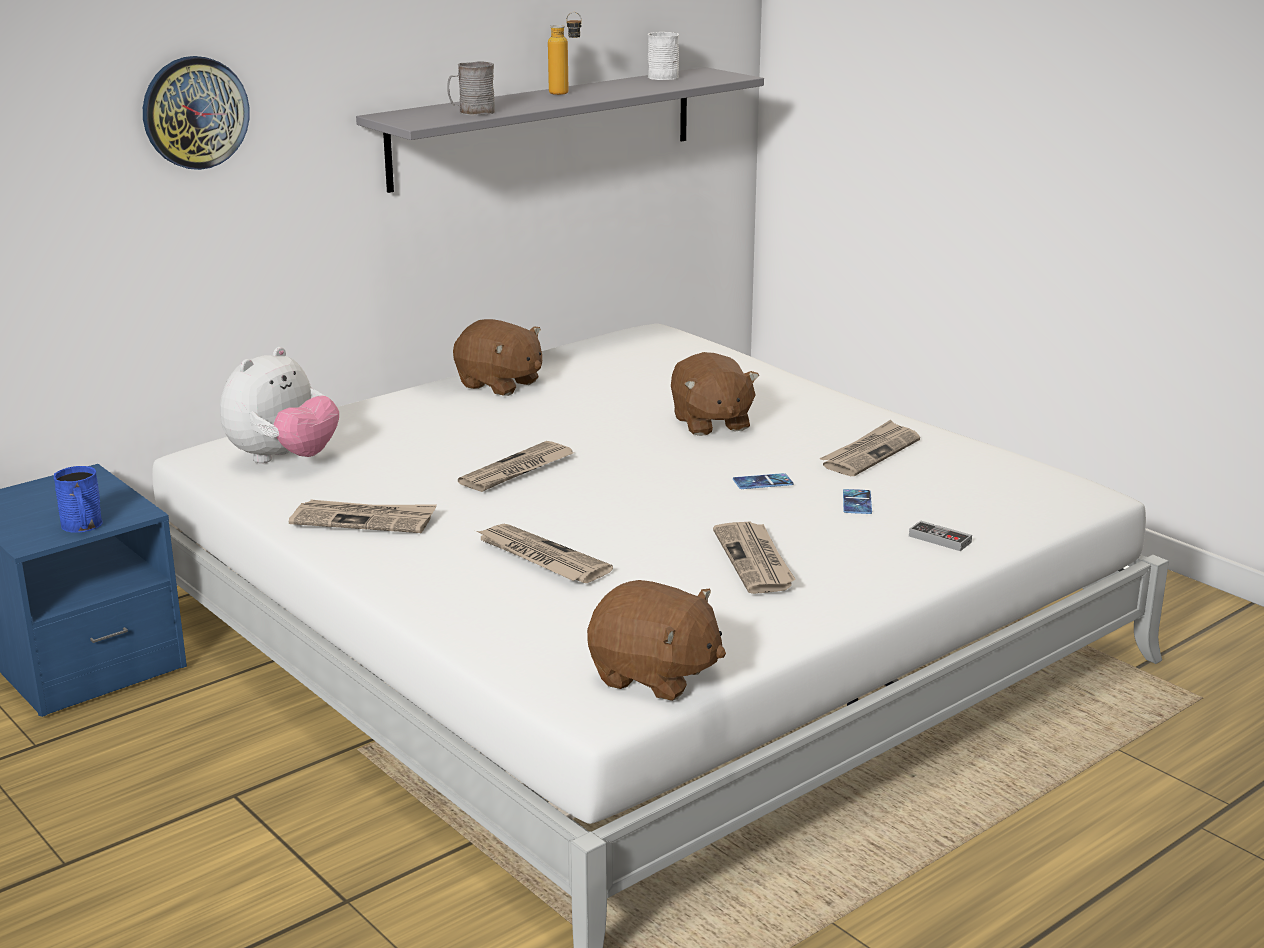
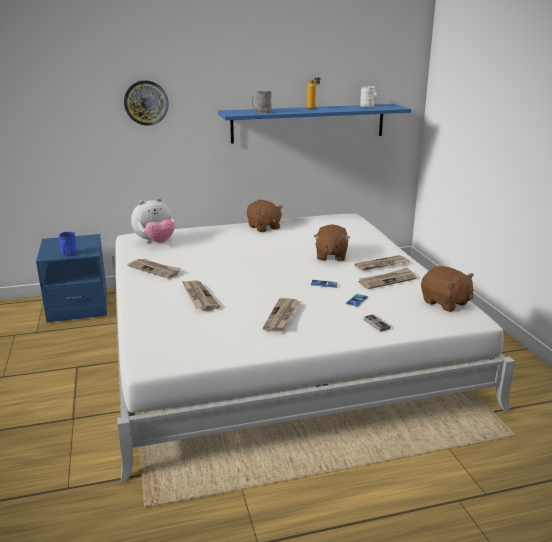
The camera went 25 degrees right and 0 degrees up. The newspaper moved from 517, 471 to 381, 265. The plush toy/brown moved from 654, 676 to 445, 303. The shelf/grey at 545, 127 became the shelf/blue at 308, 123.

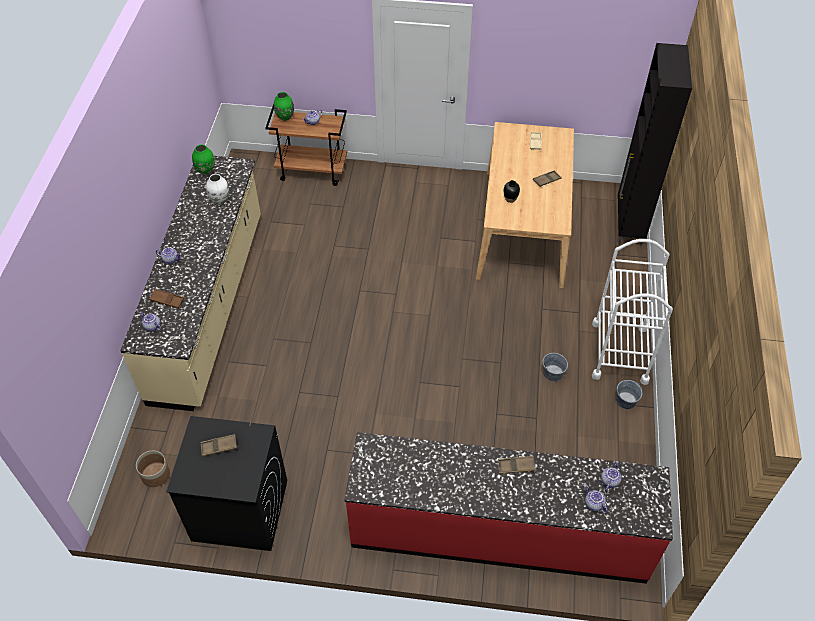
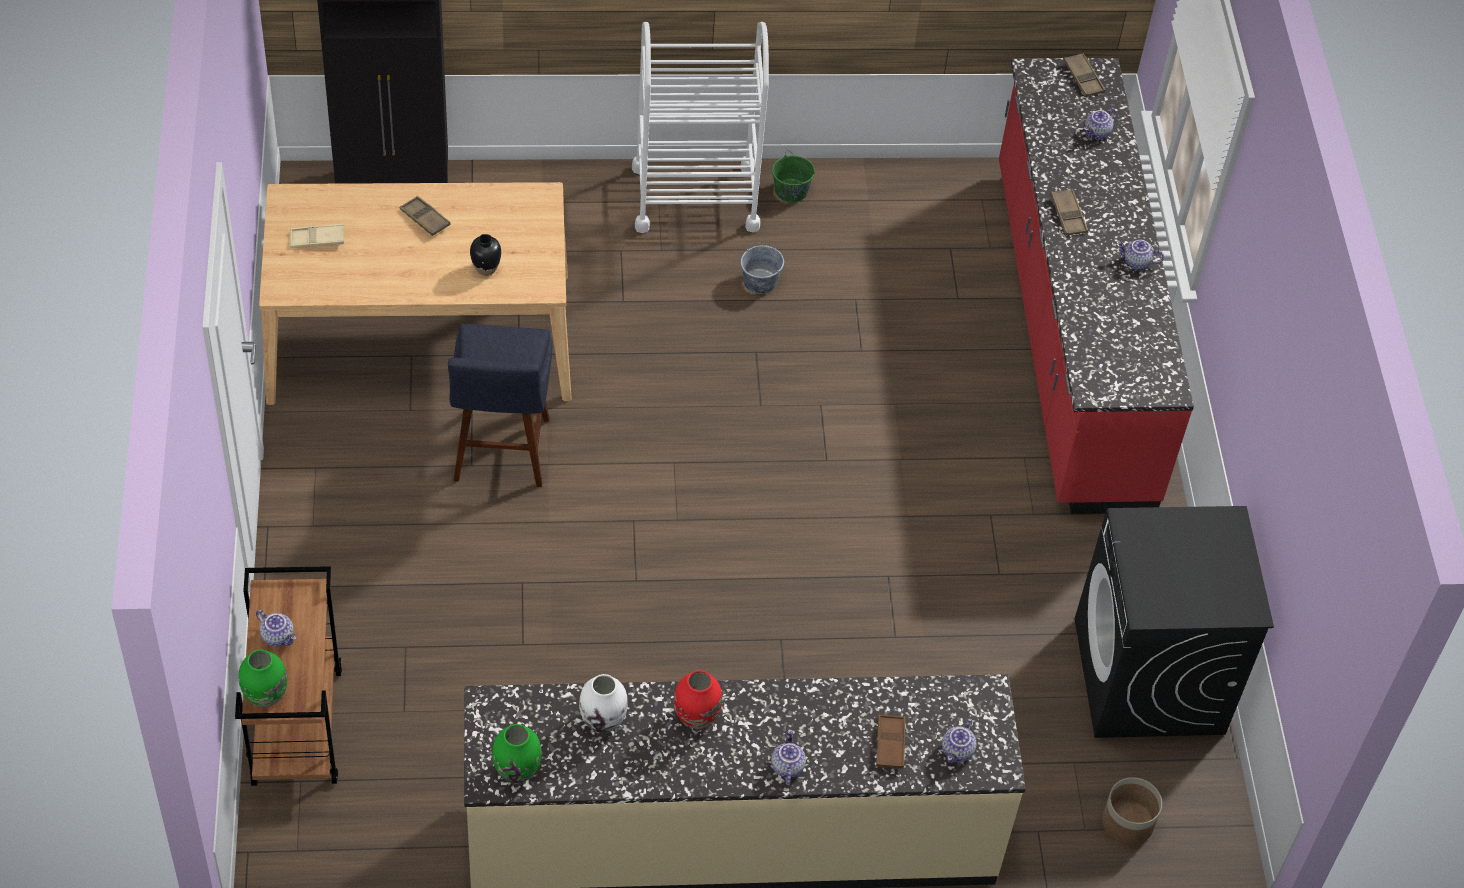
The camera went 105 degrees left and 0 degrees up. The stool/blue at 501, 455 appeared. The vase/red at 696, 717 appeared. The tray/brown moved from 219, 447 to 1083, 78. The teapot moved from 609, 480 to 1136, 262. The bucket/grey at 625, 400 became the bucket/green at 791, 191.

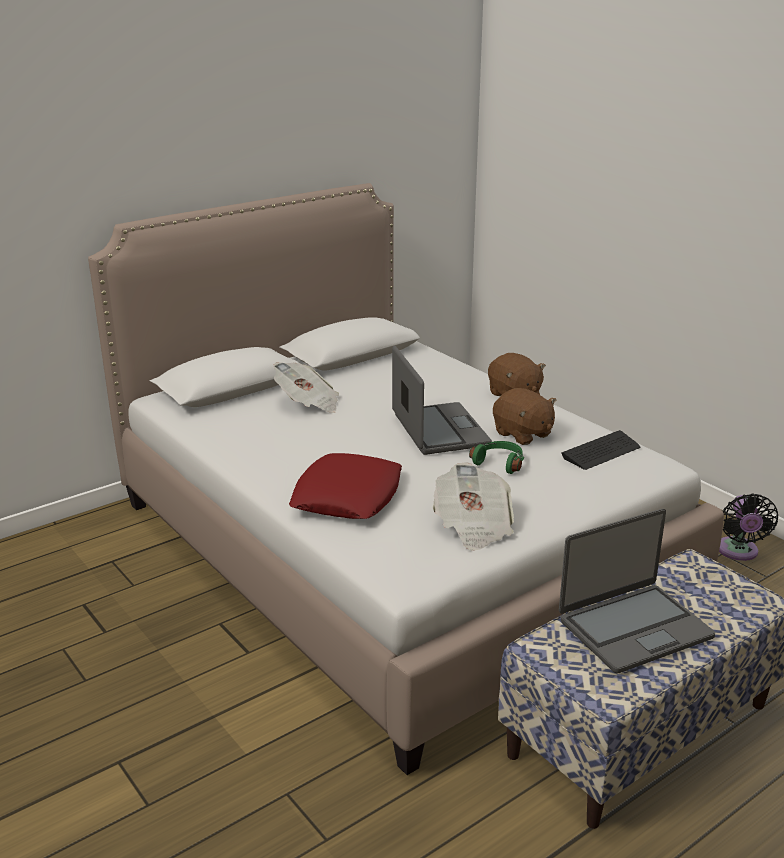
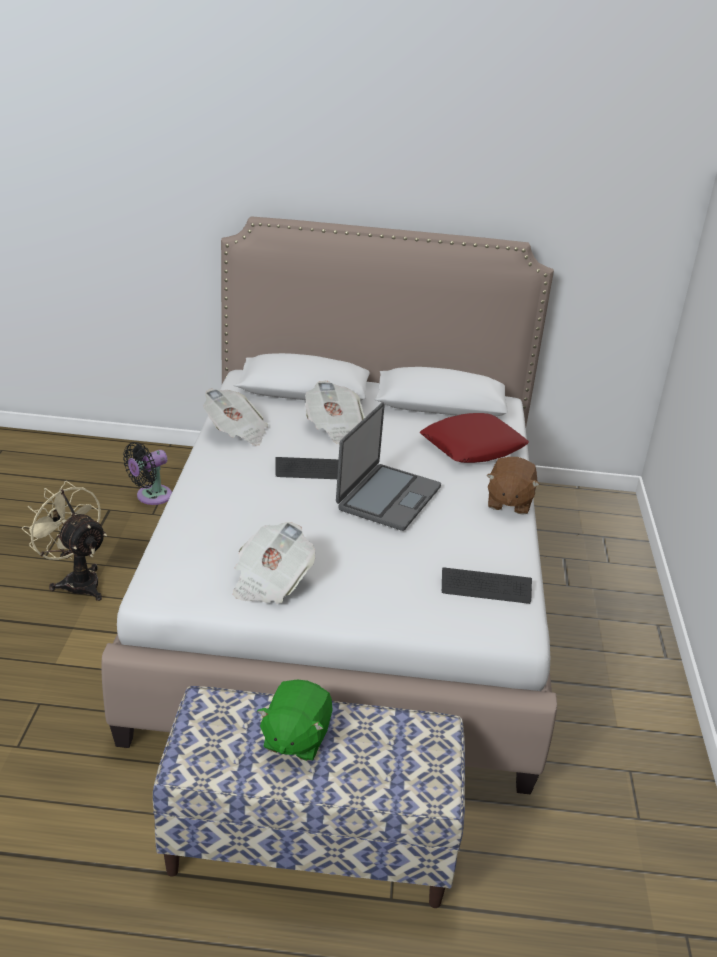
The camera went 40 degrees right and 5 degrees up. The headphones/green at 500, 463 disappeared. The plush toy/brown at 522, 434 disappeared. The fan/beige at 76, 581 appeared. The newspaper at 236, 432 appeared. The keyboard at 313, 470 appeared. The pillow/red moved from 347, 496 to 473, 446. The fan/black moved from 738, 552 to 150, 496. The laptop at 634, 628 was replaced by the plush toy/green at 295, 738.

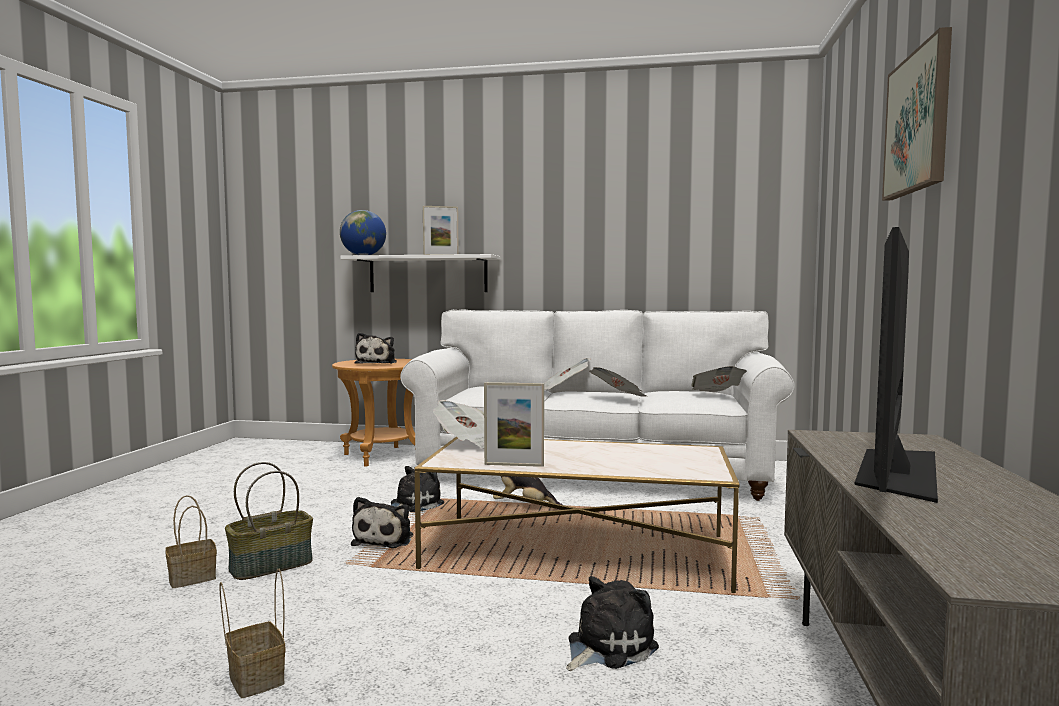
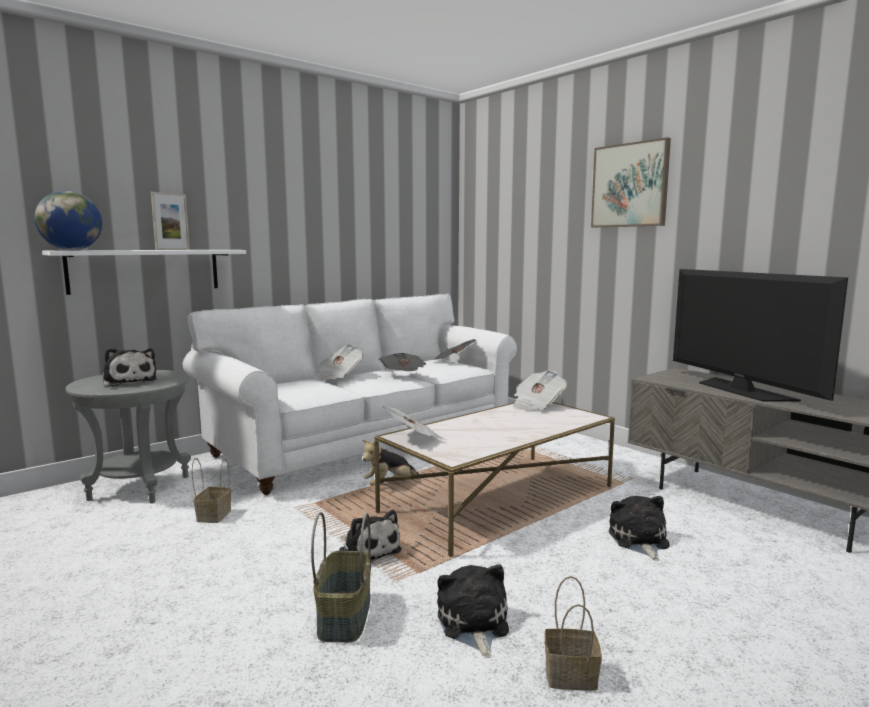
The camera went 50 degrees left and 5 degrees up. The picture frame at 514, 465 disappeared. The newspaper at 536, 405 appeared. The basket moved from 193, 577 to 214, 515. The plush toy moved from 413, 504 to 473, 624. The side table/brown at 382, 456 became the side table/grey at 140, 488.

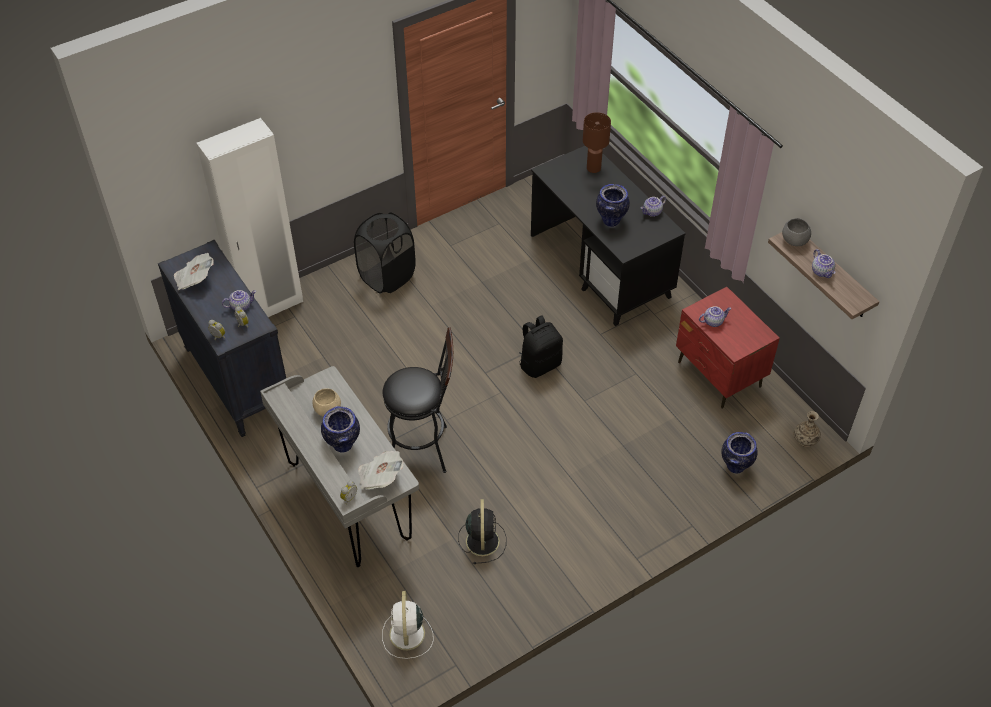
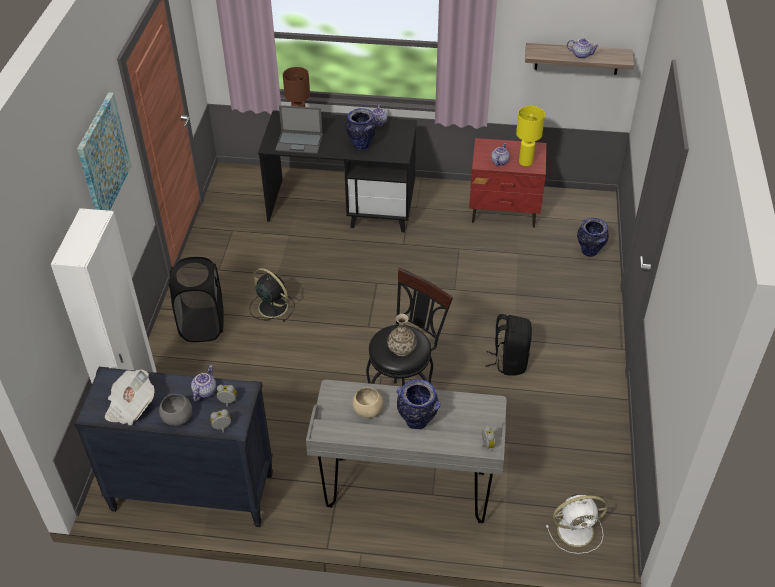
The camera went 50 degrees left and 5 degrees down. The newspaper at 380, 477 disappeared. The picture at 103, 157 appeared. The laptop at 300, 142 appeared. The table lamp/yellow at 526, 162 appeared. The fan/black moved from 482, 540 to 272, 306. The backpack/black moved from 540, 364 to 509, 361. The bowl/grey moved from 794, 240 to 177, 418. The vase moved from 805, 439 to 402, 348. The fan/white at 407, 635 turned 45 degrees counterclockwise.

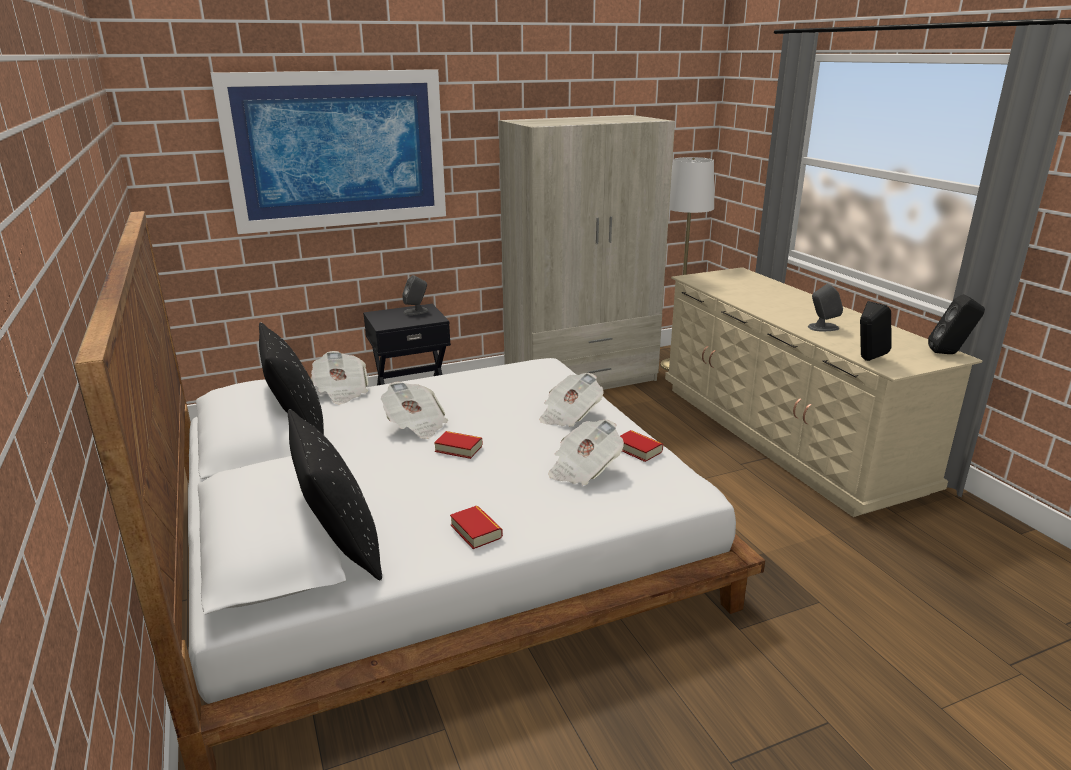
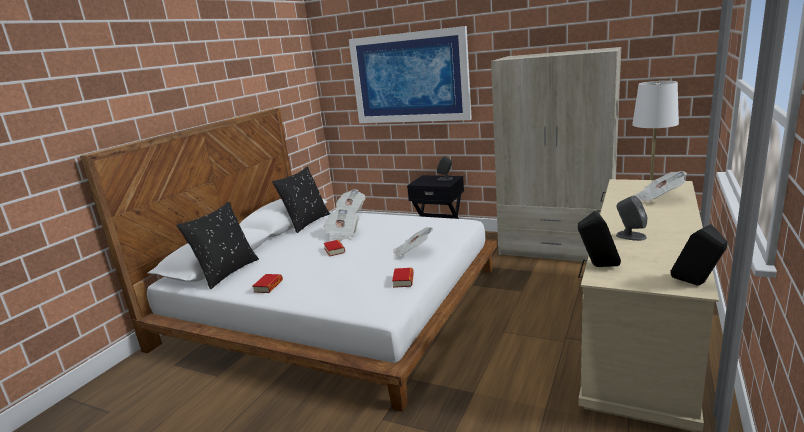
The camera went 50 degrees right and 5 degrees down. The newspaper moved from 583, 469 to 658, 198.

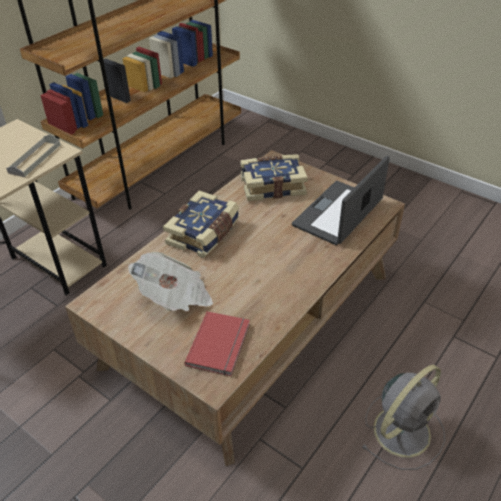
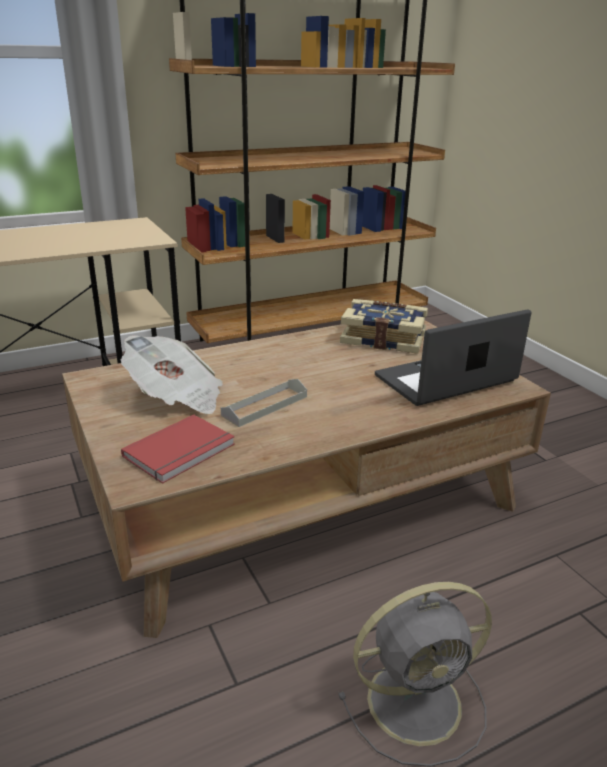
The camera went 25 degrees right and 15 degrees down. The book at 204, 234 disappeared. The tray/grey moved from 35, 158 to 265, 406.

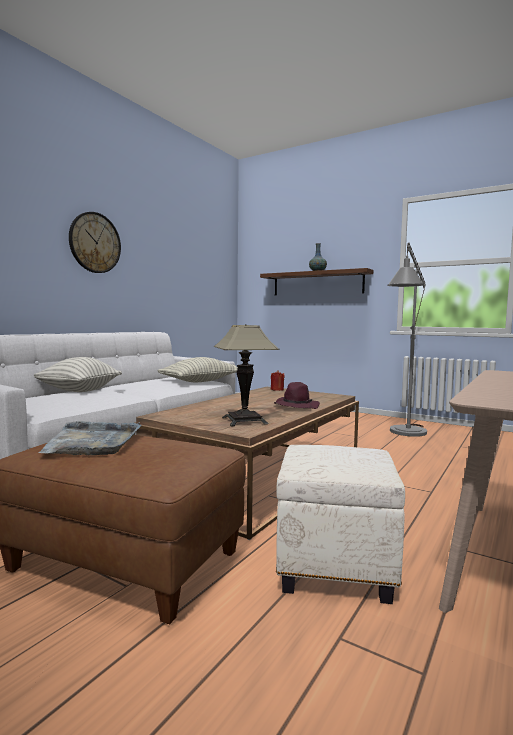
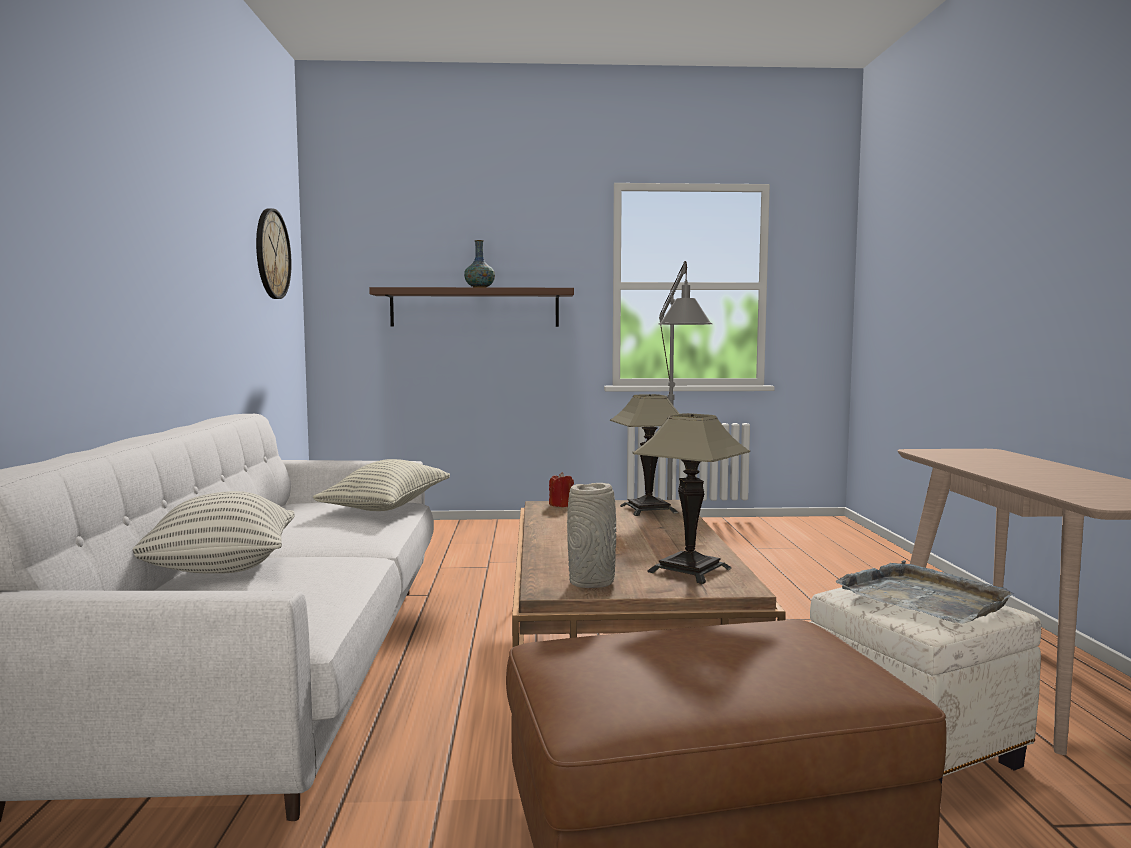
The camera went 35 degrees left and 0 degrees up. The hat/purple at 296, 406 disappeared. The vase/grey at 592, 582 appeared. The table lamp at 648, 509 appeared. The tray/grey moved from 93, 442 to 923, 598. The wall clock moved from 95, 243 to 272, 254.

